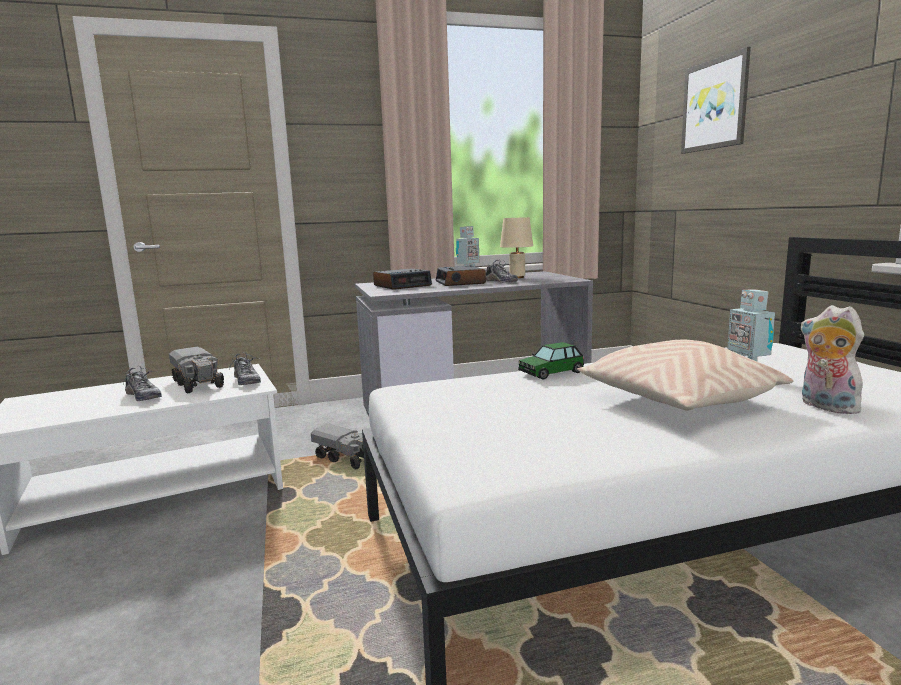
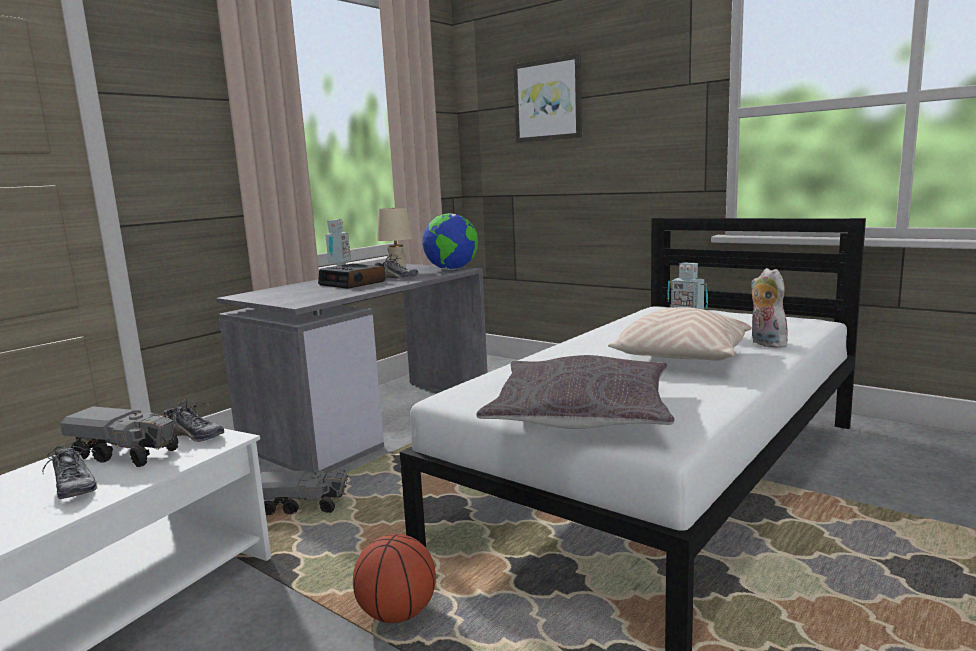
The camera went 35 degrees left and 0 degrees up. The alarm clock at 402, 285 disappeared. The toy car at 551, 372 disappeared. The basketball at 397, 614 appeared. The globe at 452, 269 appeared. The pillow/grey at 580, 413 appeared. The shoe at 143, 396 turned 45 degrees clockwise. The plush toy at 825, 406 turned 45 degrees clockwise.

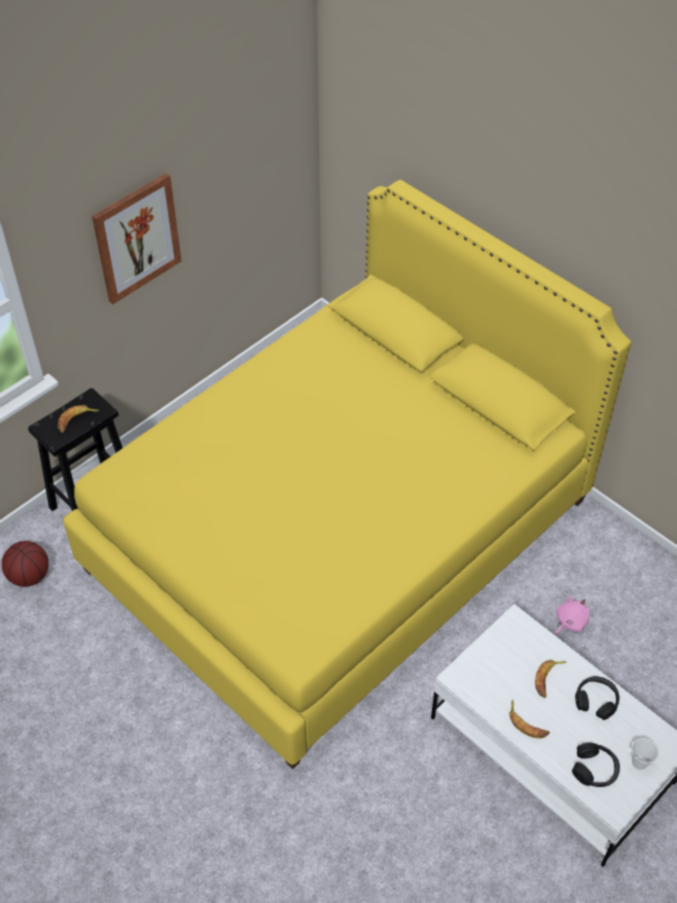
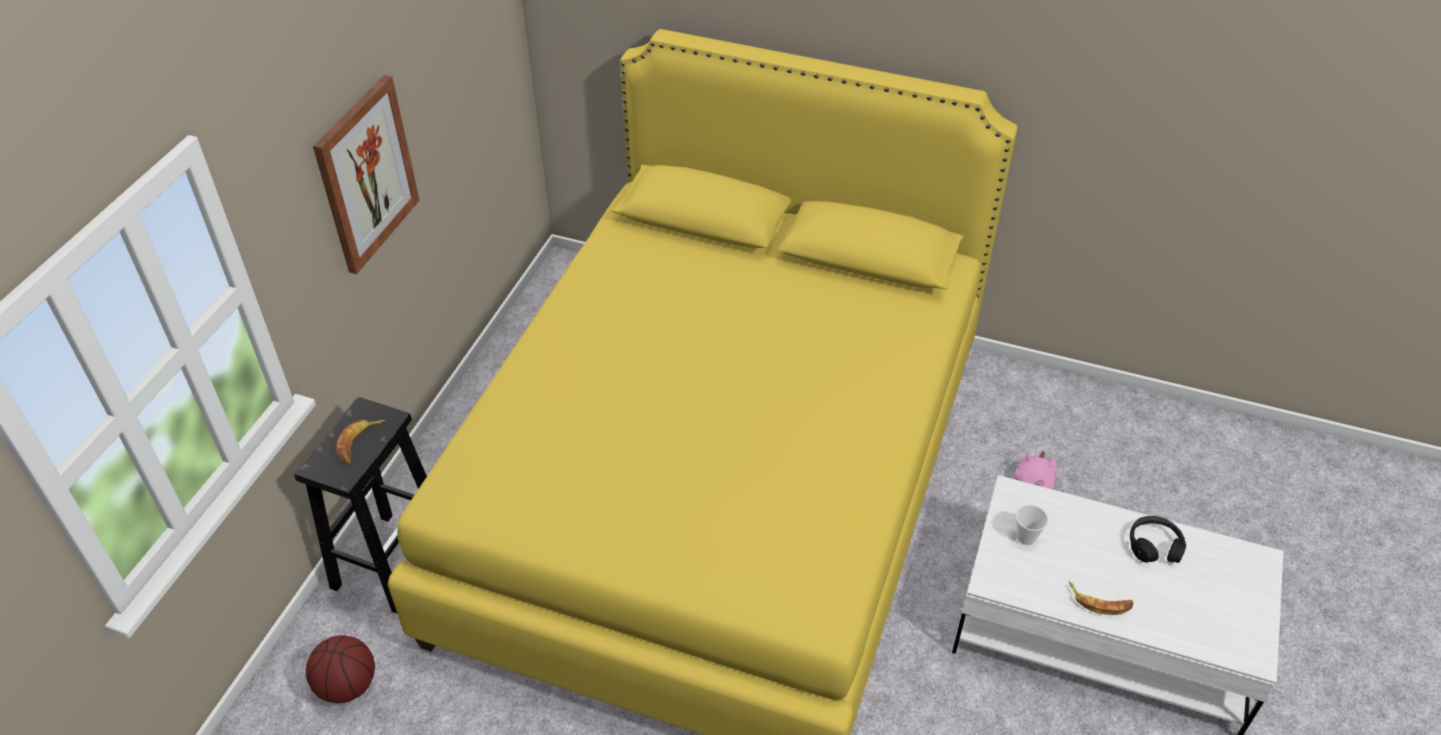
The camera went 25 degrees left and 5 degrees down. The banana at 548, 679 disappeared. The headphones/black at 595, 769 disappeared. The cup moved from 639, 762 to 1026, 537.

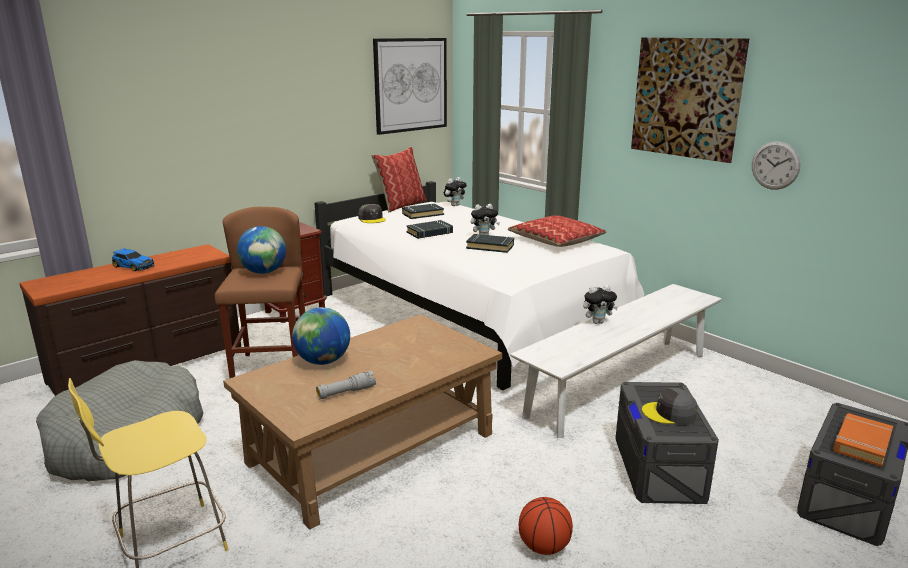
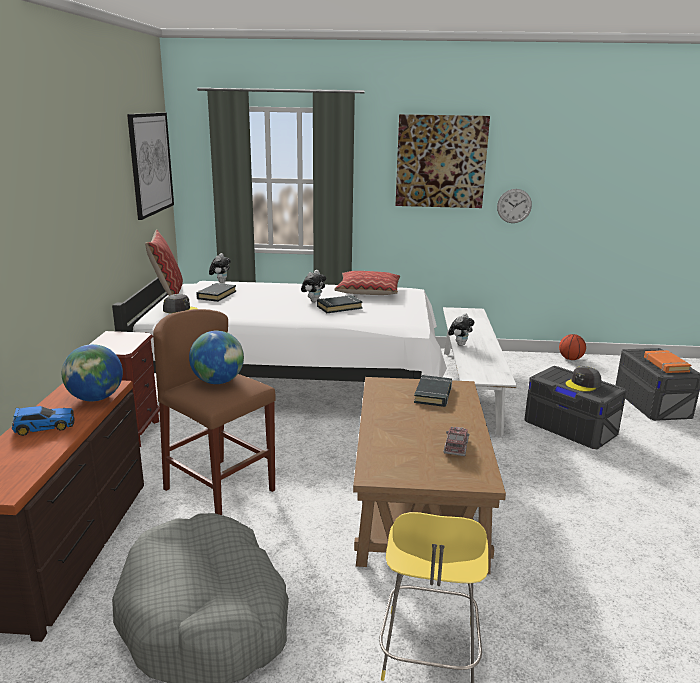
The camera went 45 degrees left and 0 degrees up. The globe moved from 323, 361 to 96, 398. The book/black moved from 430, 233 to 433, 394. The basketball moved from 543, 547 to 570, 359. The flashlight/grey at 346, 392 was replaced by the toy truck at 456, 447.

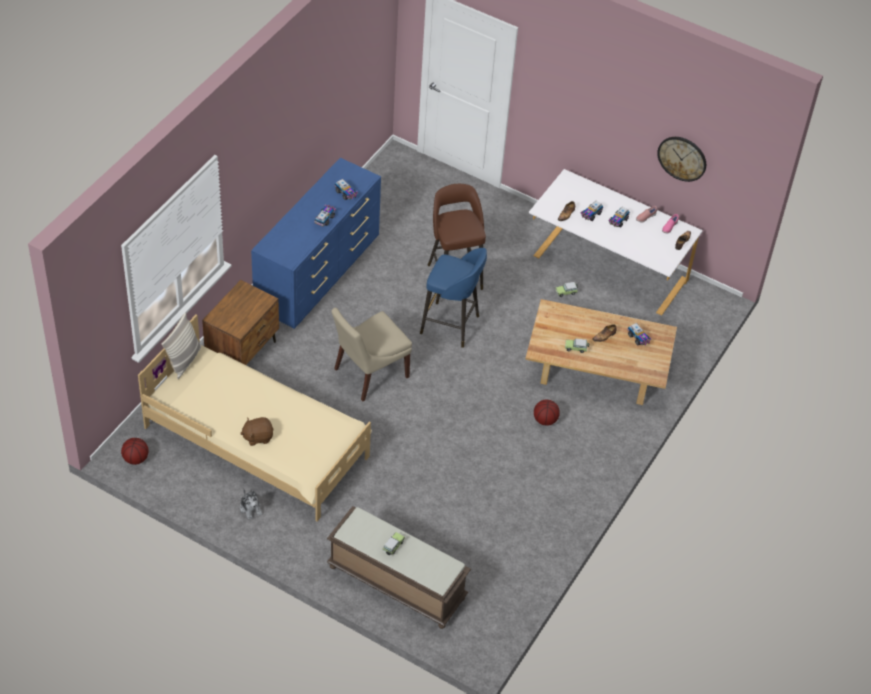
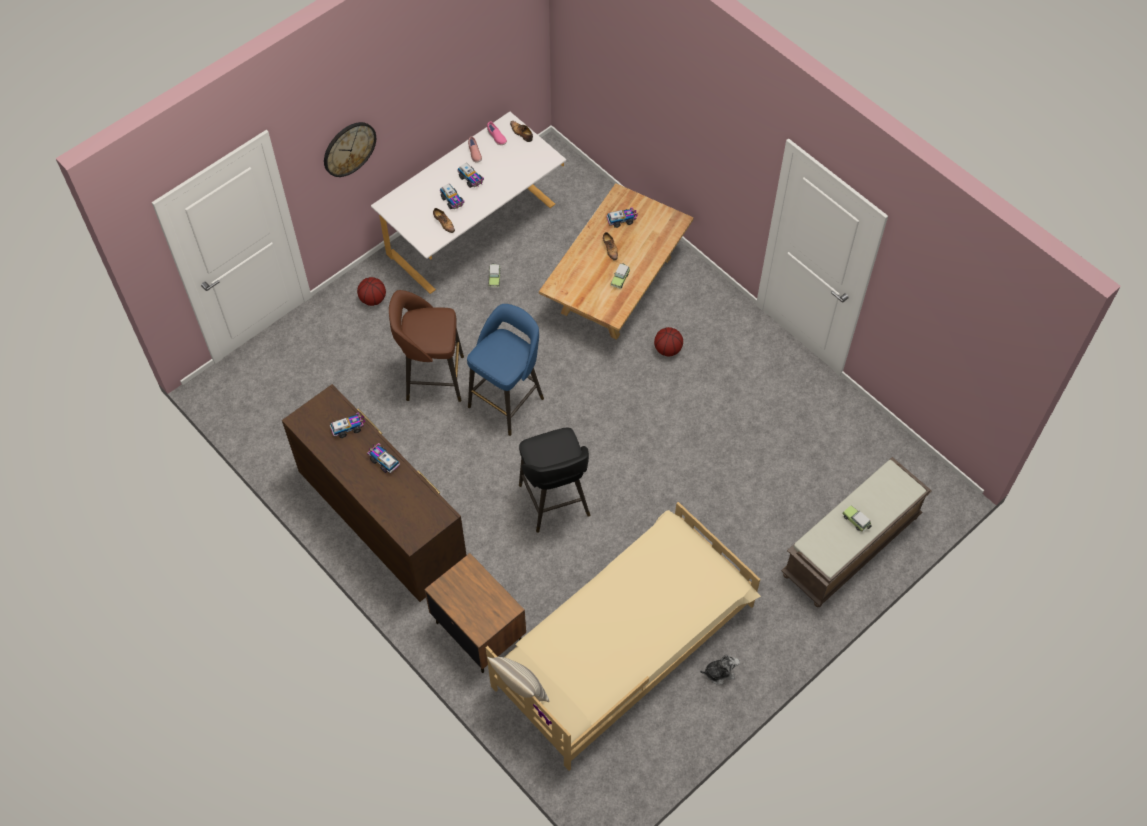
The camera went 70 degrees left and 10 degrees up. The plush toy/brown at 258, 437 disappeared. The basketball moved from 136, 459 to 373, 299. The wall clock moved from 682, 158 to 349, 148. The chair/beige at 369, 374 was replaced by the stool/black at 555, 502. The dresser/blue at 318, 275 became the dresser/brown at 382, 519.

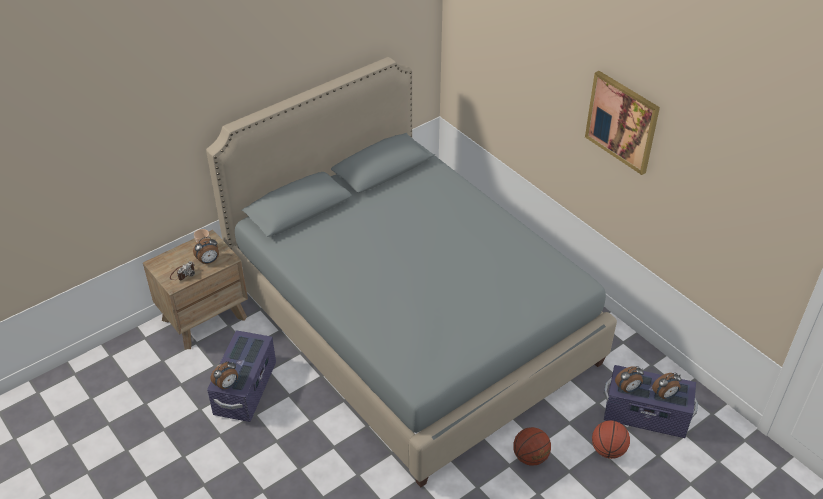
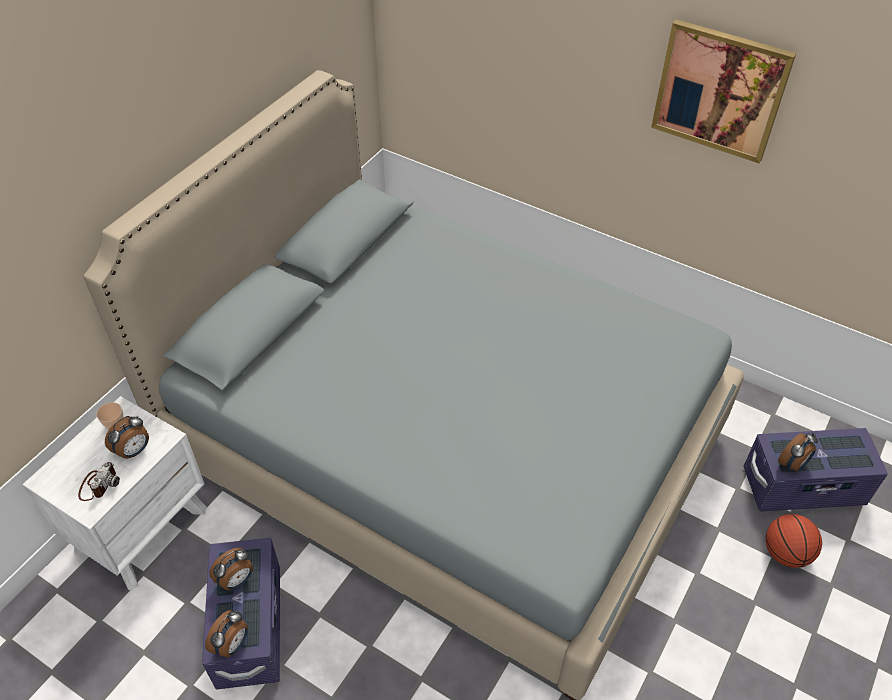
The camera went 20 degrees left and 5 degrees up. The basketball at 530, 457 disappeared. The alarm clock moved from 665, 395 to 237, 580. The nightstand/brown at 204, 318 became the nightstand/white at 142, 528.

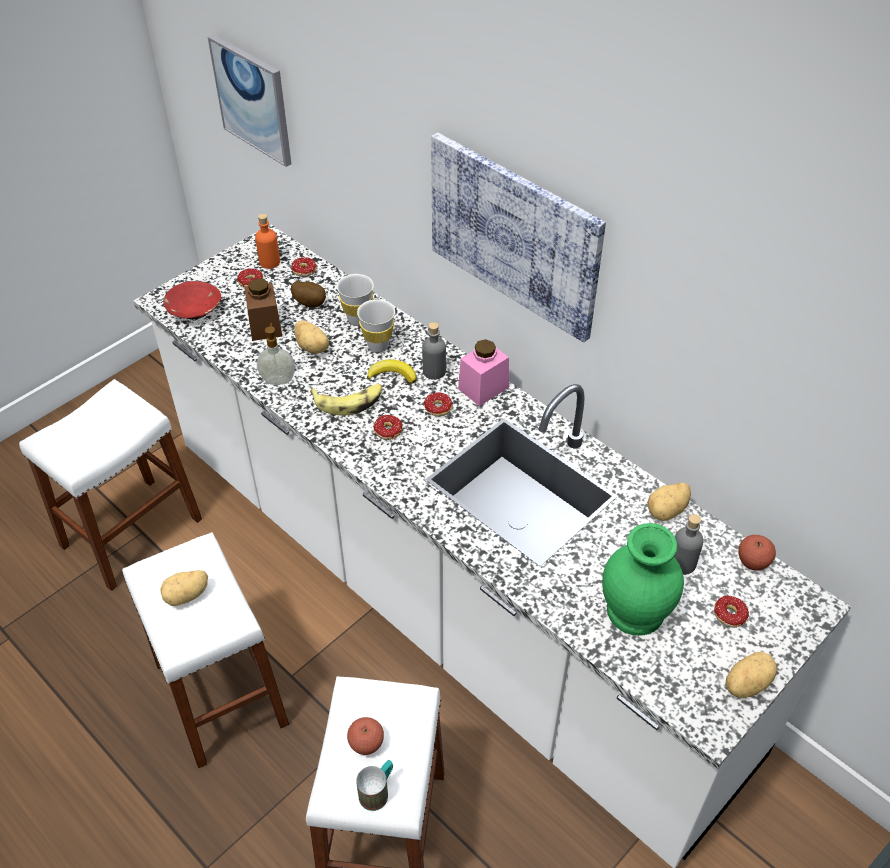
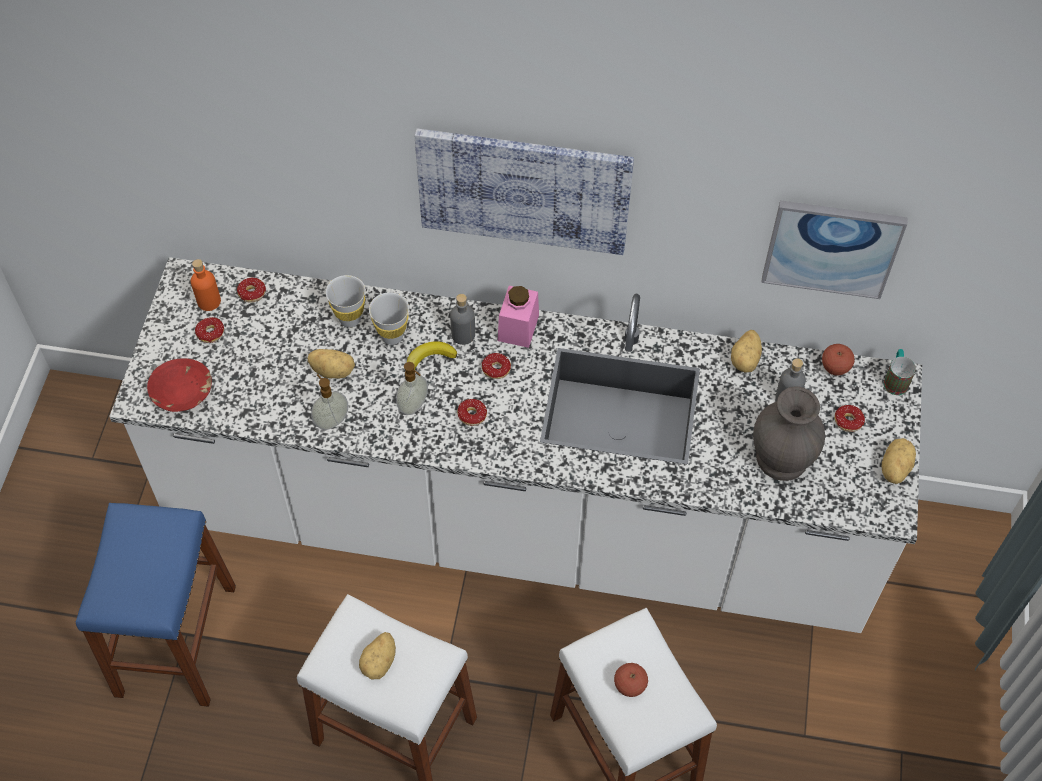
The camera went 35 degrees left and 10 degrees up. The jar/brown at 265, 326 disappeared. The potato at 310, 303 disappeared. The picture moved from 253, 100 to 832, 247. The mug moved from 378, 791 to 895, 379. The banana at 349, 401 was replaced by the soap dispenser at 414, 406. The stool/white at 131, 532 became the stool/blue at 176, 640. The vase/green at 636, 608 became the vase/grey at 781, 456.

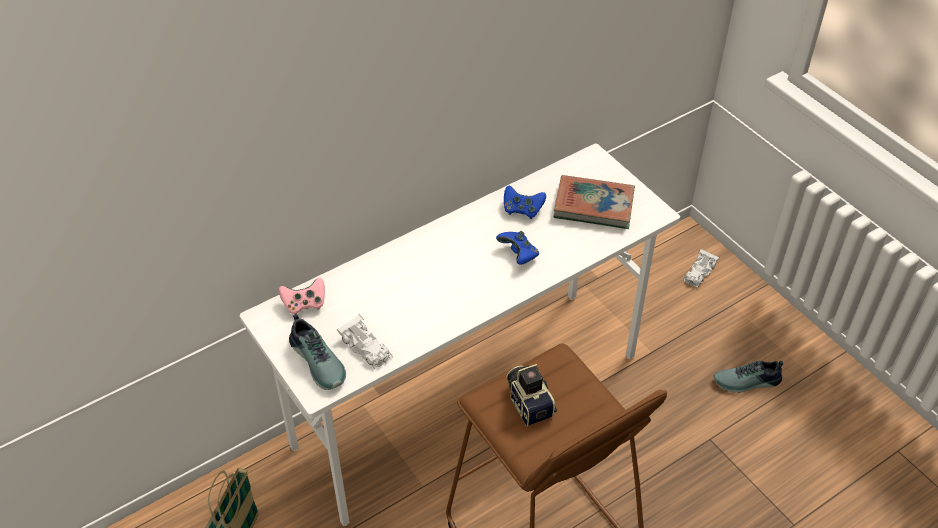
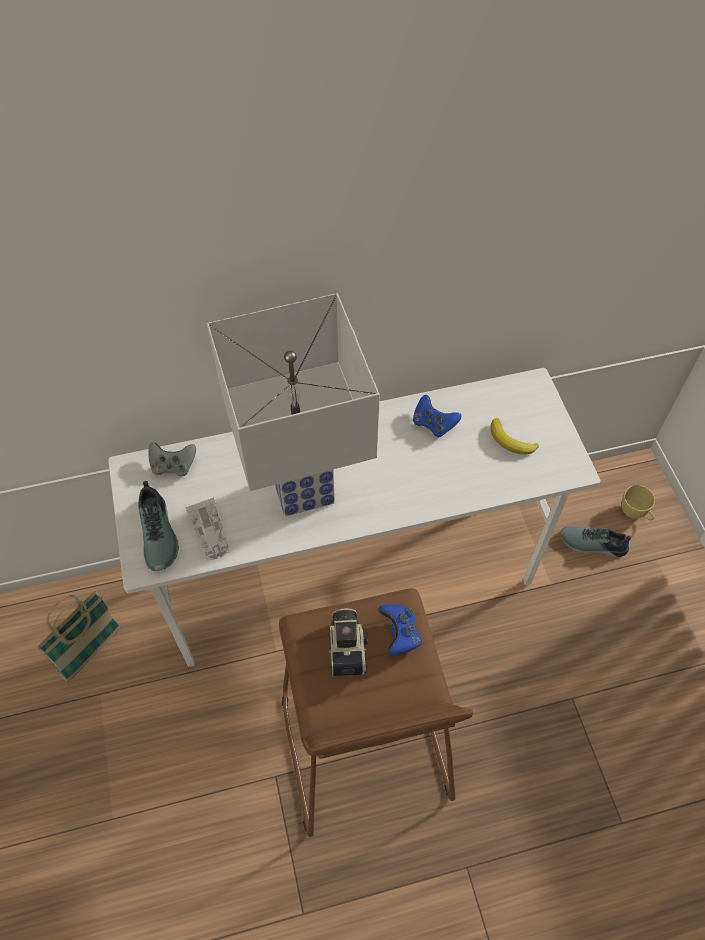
The camera went 20 degrees right and 10 degrees up. The table lamp/white at 301, 487 appeared. The game controller/blue moved from 519, 255 to 400, 634. The shoe moved from 747, 382 to 592, 545. The book at 594, 206 was replaced by the banana at 511, 441. The toy car/white at 699, 273 was replaced by the cup/yellow at 635, 513. The game controller/pink at 304, 304 became the game controller/grey at 173, 466.

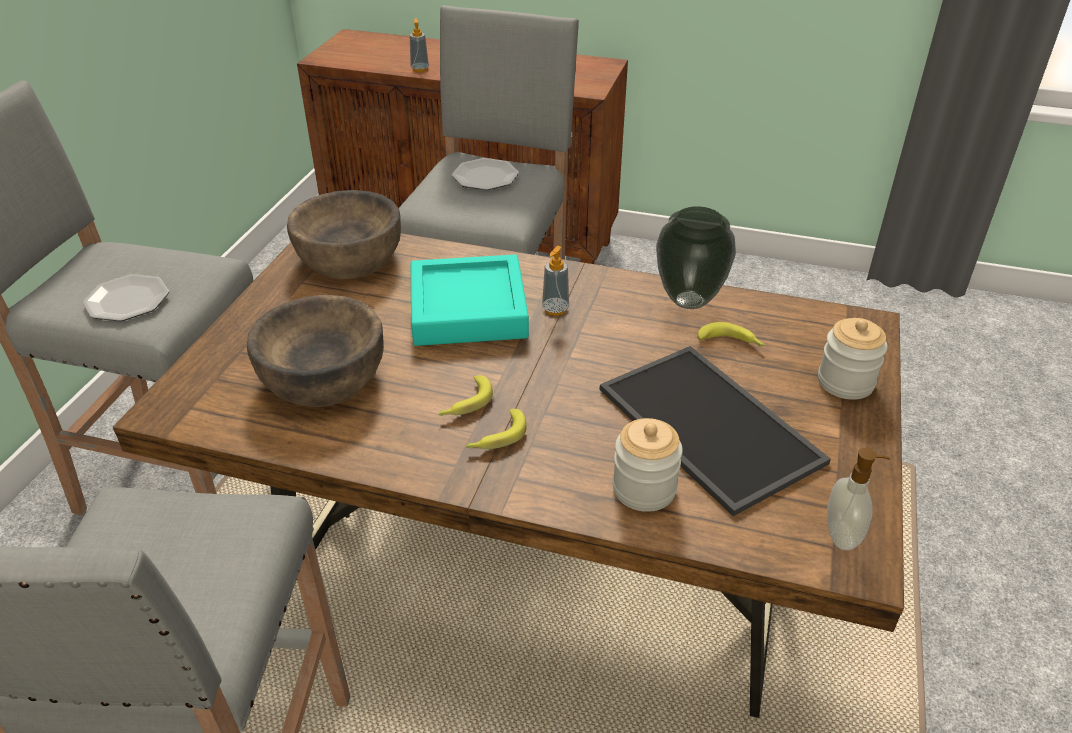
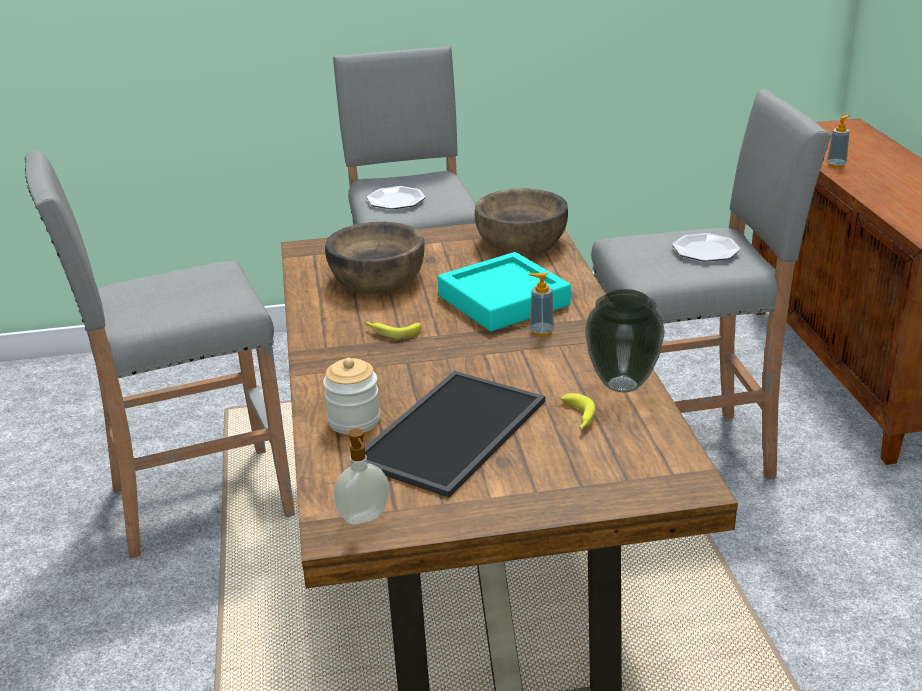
The camera went 65 degrees right and 10 degrees down. The banana at 496, 437 disappeared. The jar at 845, 382 disappeared.

